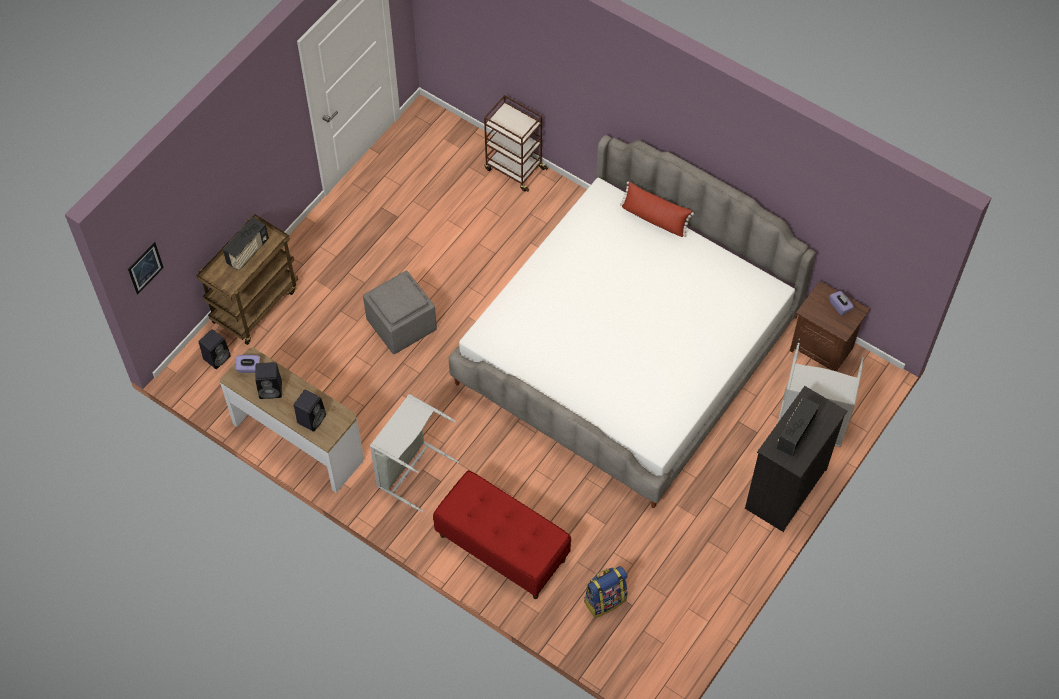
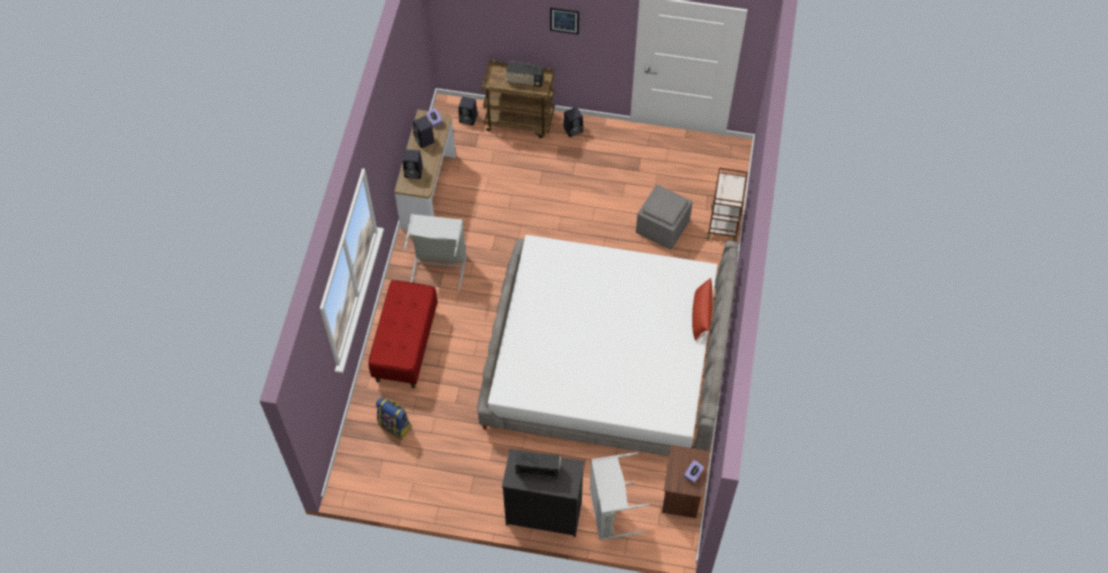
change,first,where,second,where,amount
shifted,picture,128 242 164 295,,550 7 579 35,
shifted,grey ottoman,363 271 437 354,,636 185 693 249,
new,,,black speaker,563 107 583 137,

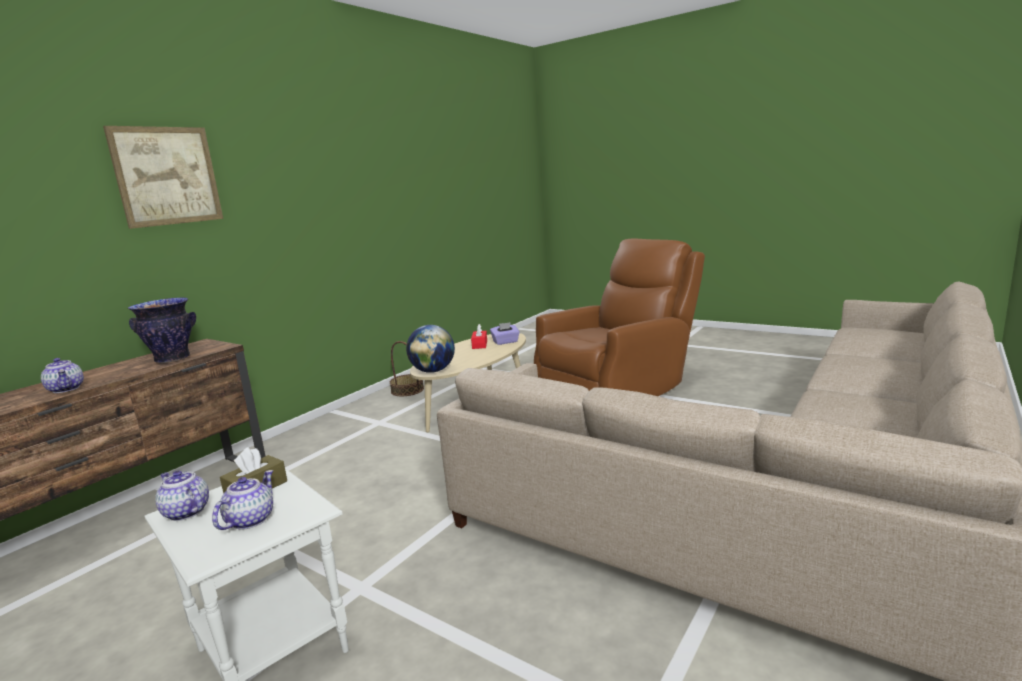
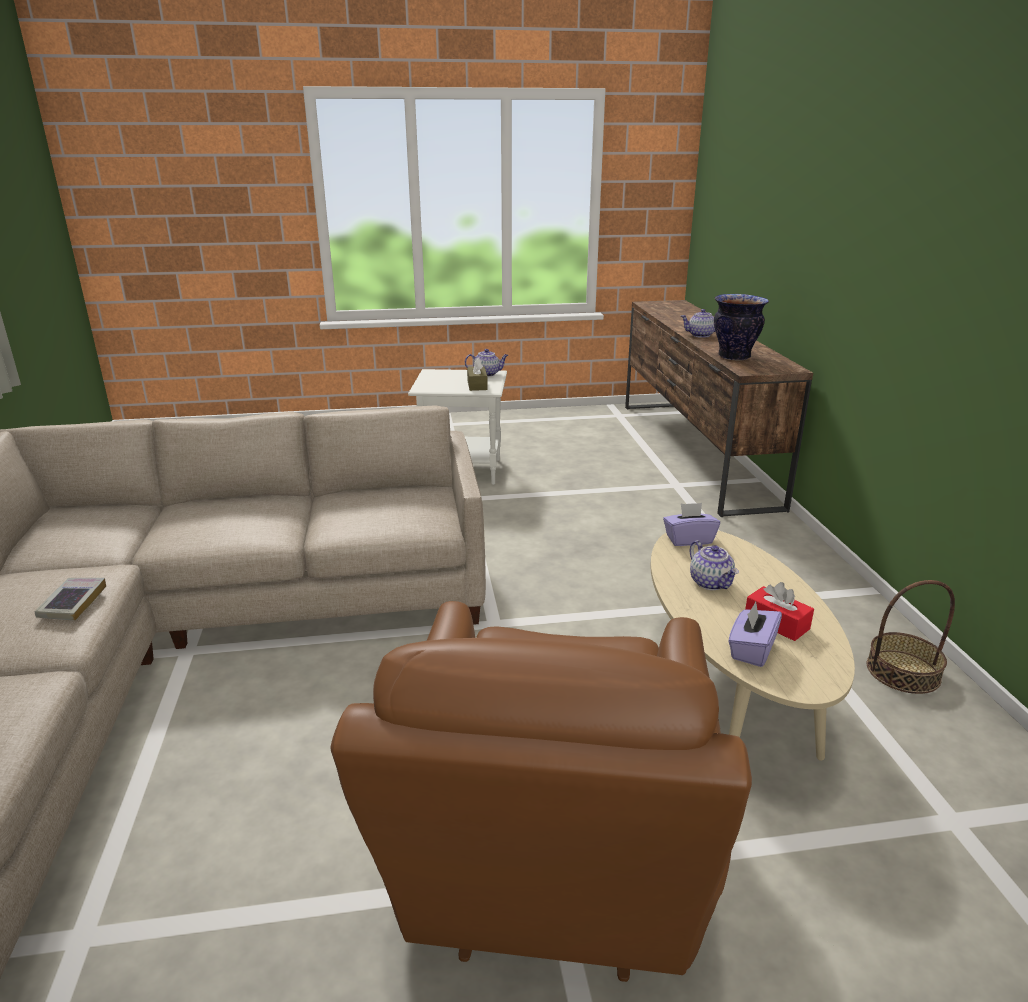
change,first,where,second,where,amount
gone,picture,103 126 223 229,,,
swapped,globe,406 325 455 373,purple tissue box,663 503 720 546,
shifted,teapot,212 470 274 530,,690 540 739 590,
new,,,book,35 578 106 621,

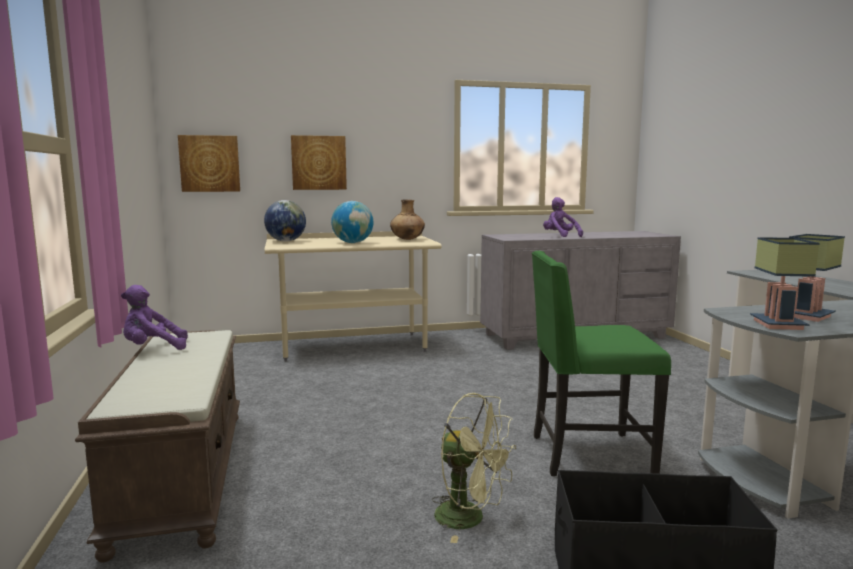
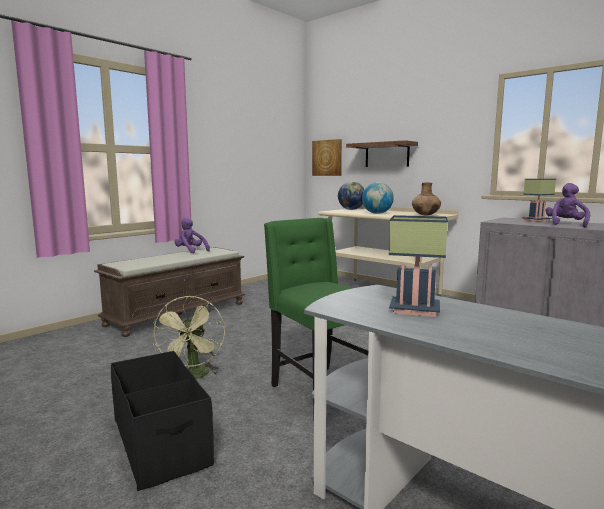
change,first,where,second,where,amount
swapped,picture,291 135 347 190,shelf,346 140 418 167,
shifted,table lamp,750 237 819 330,,522 179 556 222,

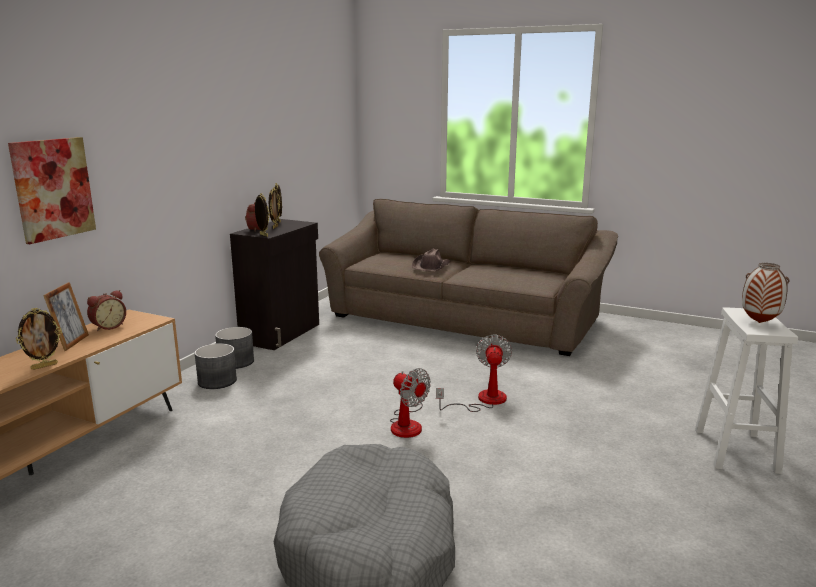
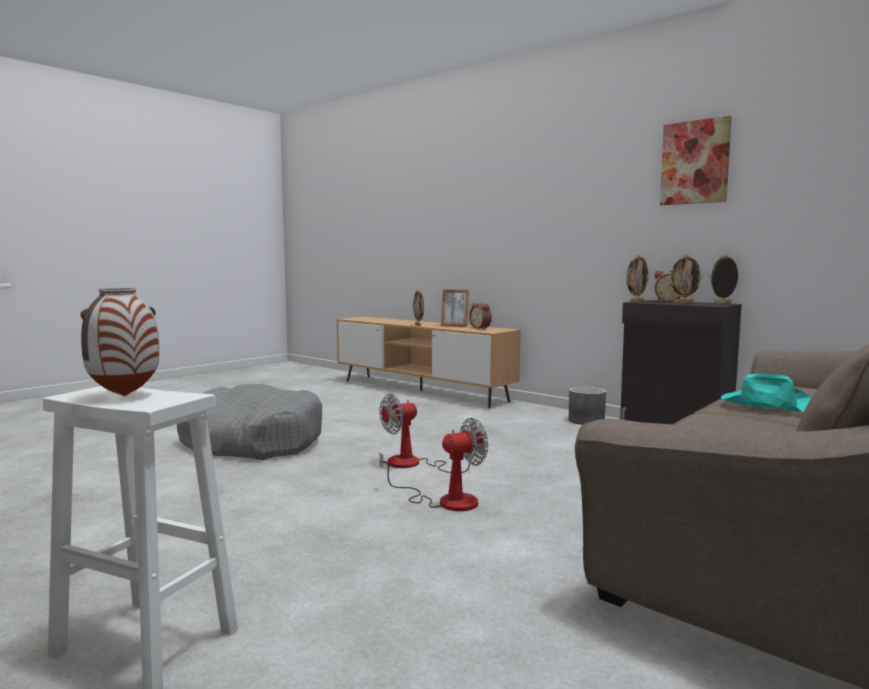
change,first,where,second,where,amount
shifted,picture,8 137 96 244,,660 116 732 205,
repainted,brown hat,412 248 451 271,turquoise hat,721 374 811 412,
rotated,fan,436 335 512 412,,380 417 488 511,45 degrees counterclockwise
gone,grey planter,195 343 237 389,,,

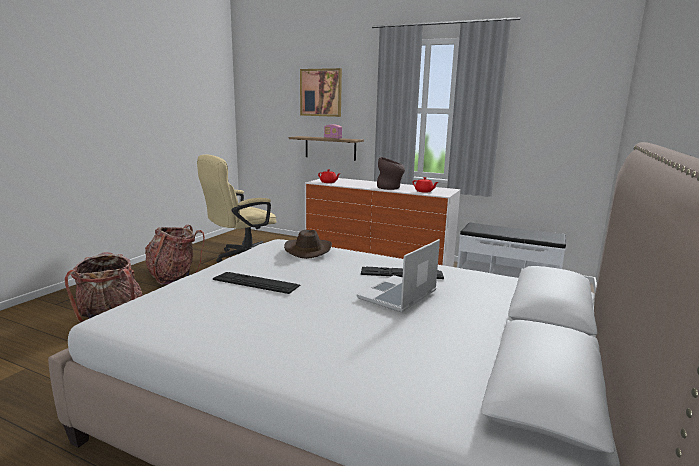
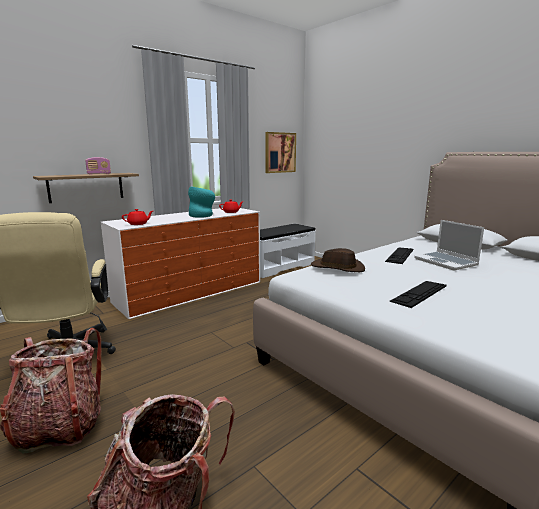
change,first,where,second,where,amount
shifted,picture,300 68 342 117,,265 132 296 173,
repainted,brown vase,377 157 405 190,turquoise vase,188 187 215 218,

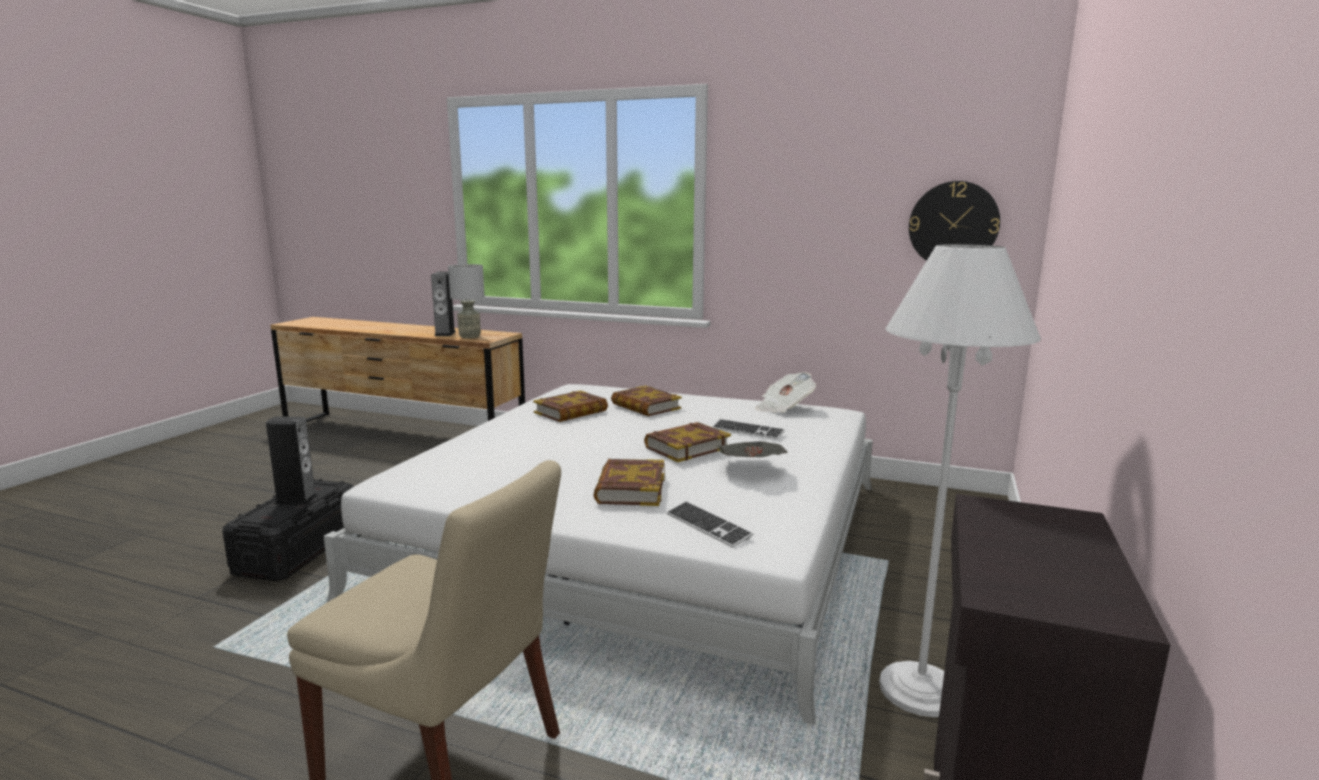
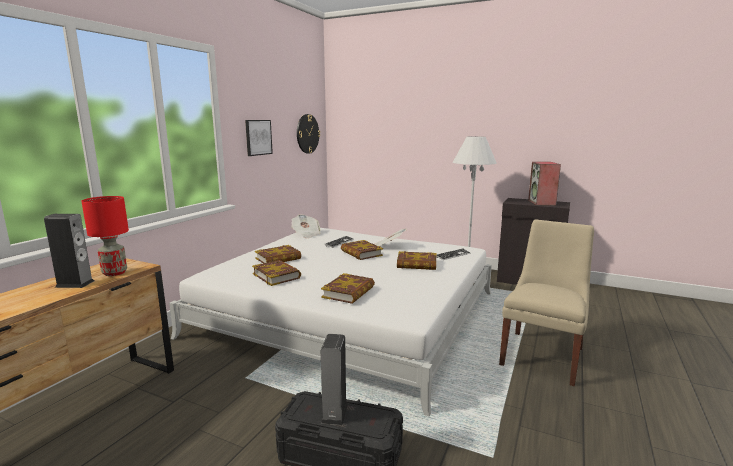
change,first,where,second,where,amount
repainted,grey table lamp,448 264 485 339,red table lamp,81 196 129 276,
new,,,picture,245 120 273 156,
new,,,speaker,528 162 561 205,
new,,,book,321 273 375 304,

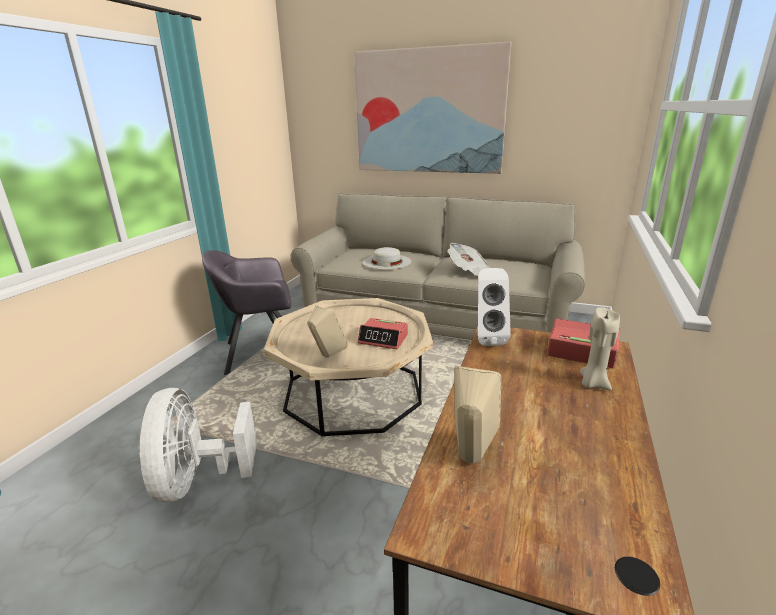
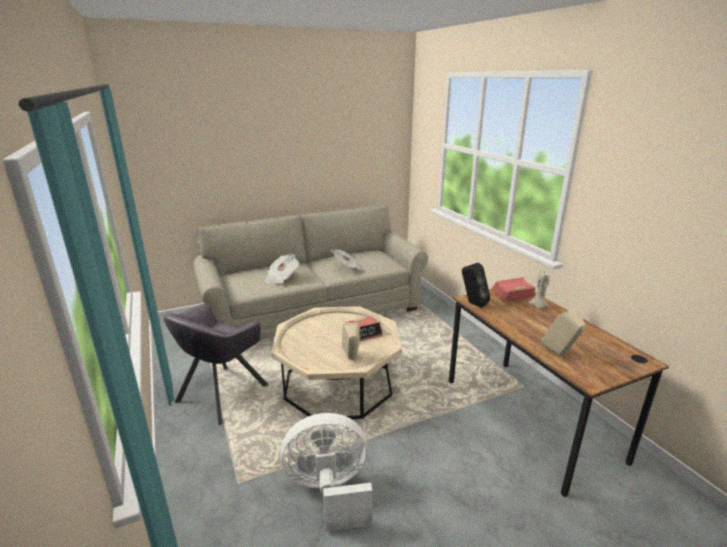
change,first,where,second,where,amount
gone,picture,354 41 511 174,,,
swapped,white hat,363 247 411 270,newspaper,264 254 299 283,
repainted,white speaker,478 268 511 346,black speaker,462 263 490 308,
rotated,white fan,139 388 257 502,,280 413 373 532,135 degrees clockwise

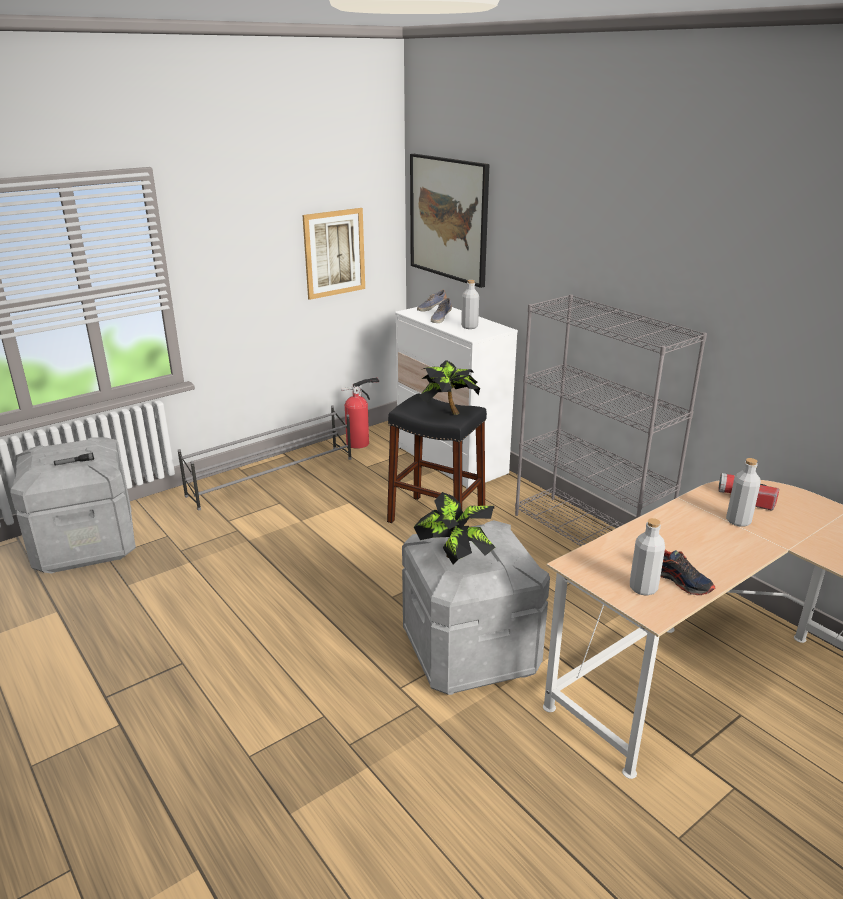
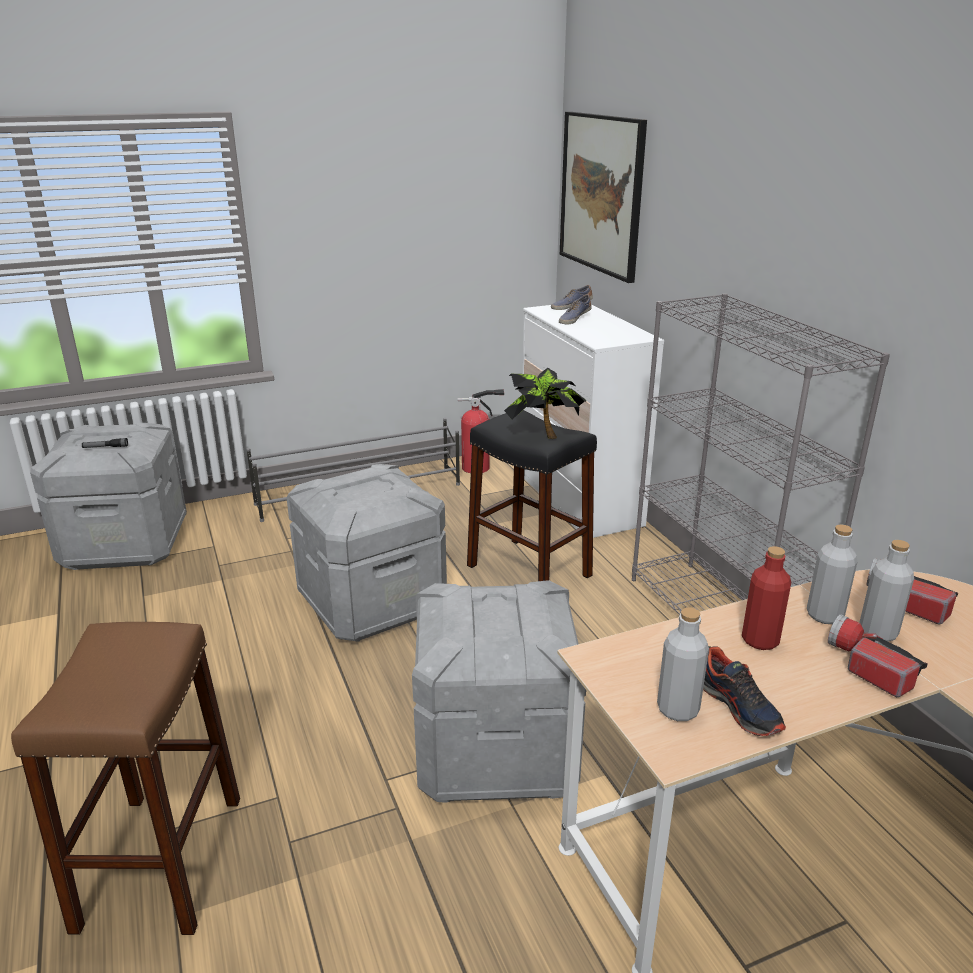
change,first,where,second,where,amount
gone,picture,302 208 365 300,,,
shifted,grey bottle,461 280 479 329,,807 525 858 624,
gone,potted plant,414 492 495 565,,,
new,,,grey storage box,287 464 447 642,
new,,,red bottle,742 546 791 650,
new,,,flashlight,828 615 928 697,
new,,,brown stool,11 622 240 935,

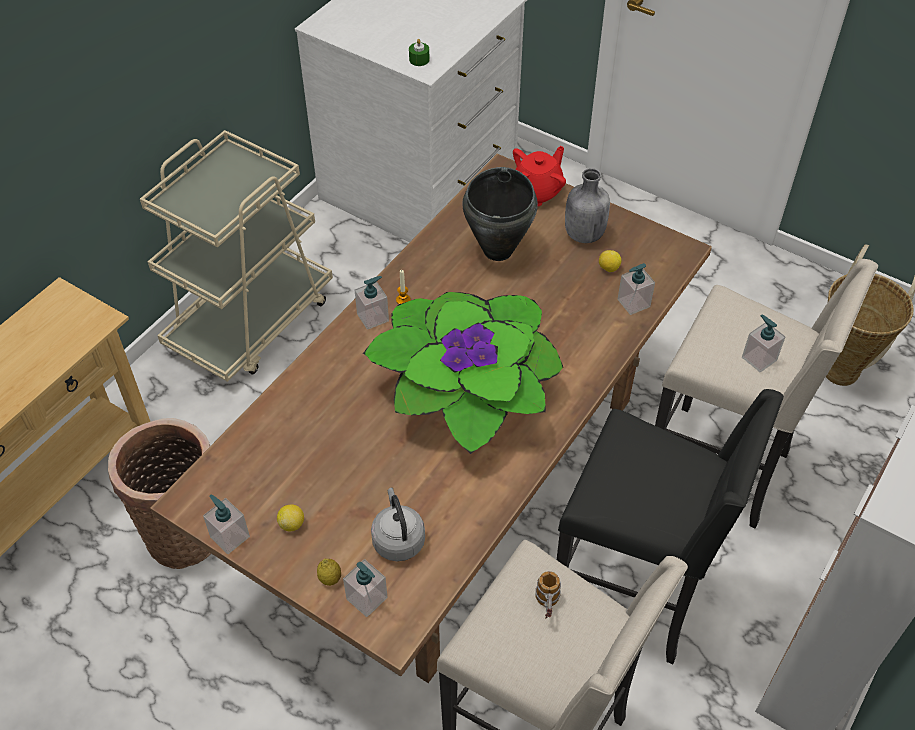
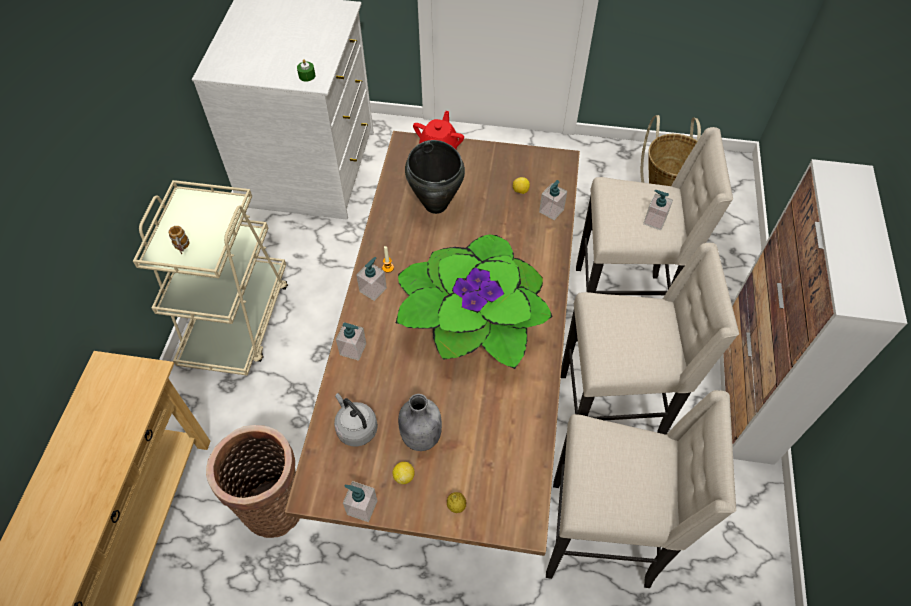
change,first,where,second,where,amount
shifted,grey bottle,565 168 610 243,,398 394 442 451,
repainted,black stool,557 389 784 664,beige stool,561 243 739 434,
shifted,grey kettle,371 488 425 561,,334 393 378 447,
shifted,soap dispenser,343 559 388 617,,336 322 366 361,
shifted,mug,535 571 561 619,,168 226 190 254,

